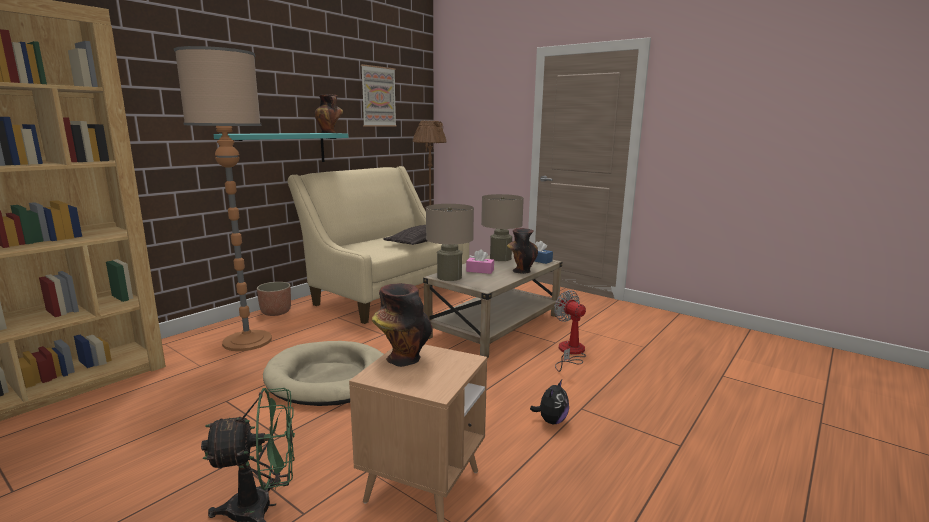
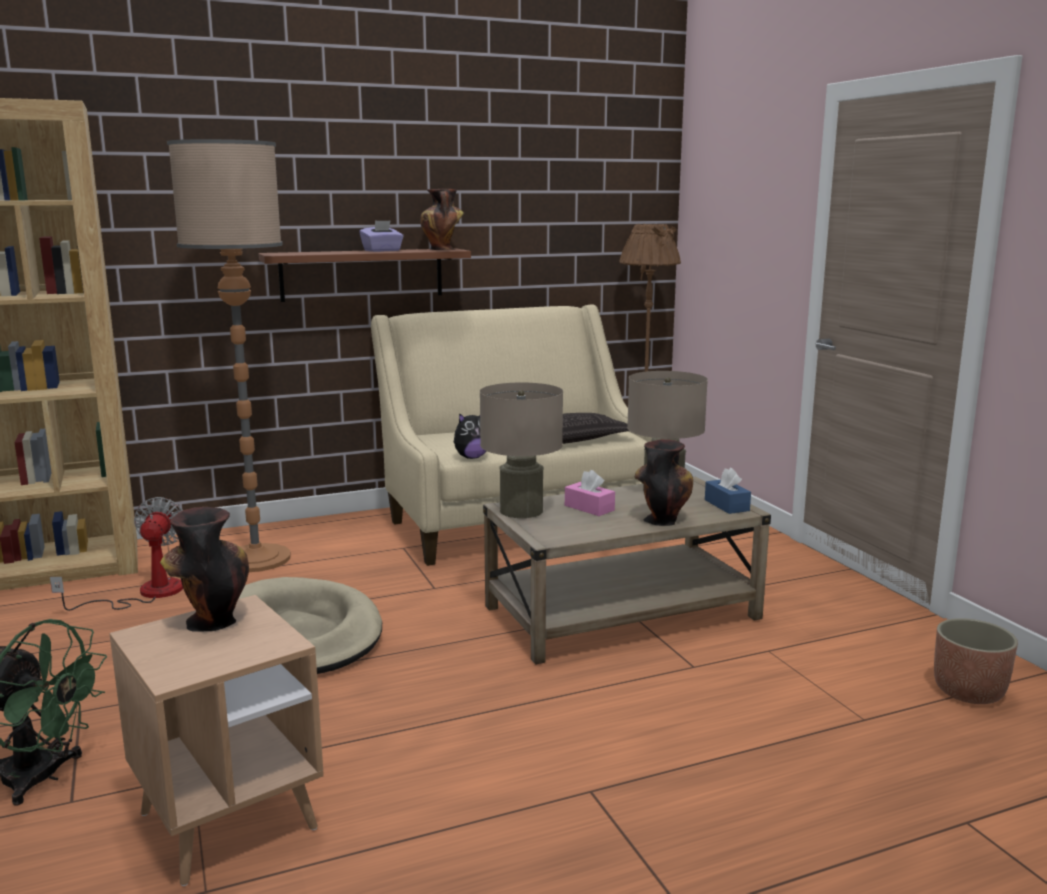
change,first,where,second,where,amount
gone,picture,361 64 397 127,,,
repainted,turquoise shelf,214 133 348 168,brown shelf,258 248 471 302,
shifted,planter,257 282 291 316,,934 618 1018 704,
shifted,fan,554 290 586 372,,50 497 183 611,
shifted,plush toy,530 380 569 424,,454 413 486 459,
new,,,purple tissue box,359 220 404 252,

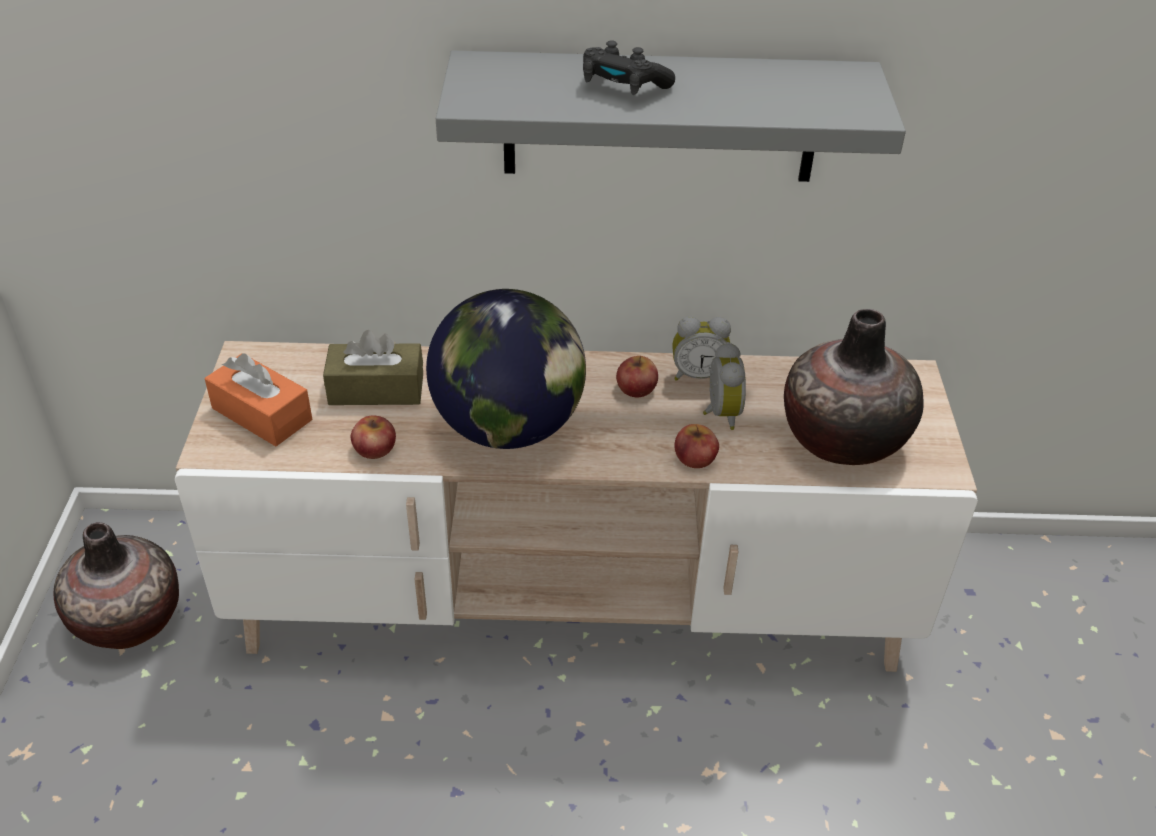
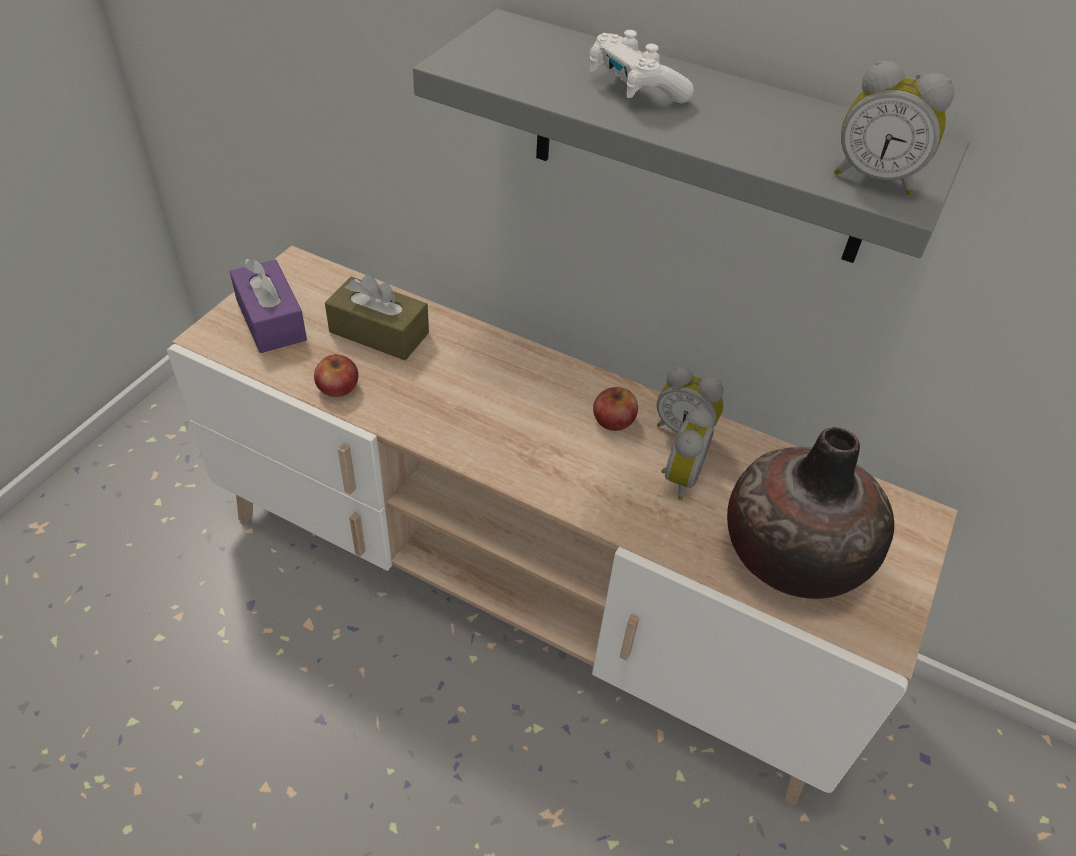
change,first,where,second,where,amount
repainted,black game controller,583 40 675 95,white game controller,590 30 694 103,
gone,globe,426 289 586 449,,,
repainted,orange tissue box,205 353 312 446,purple tissue box,229 258 307 353,
gone,apple,674 424 719 468,,,
gone,vase,54 522 179 649,,,
new,,,alarm clock,834 61 954 195,

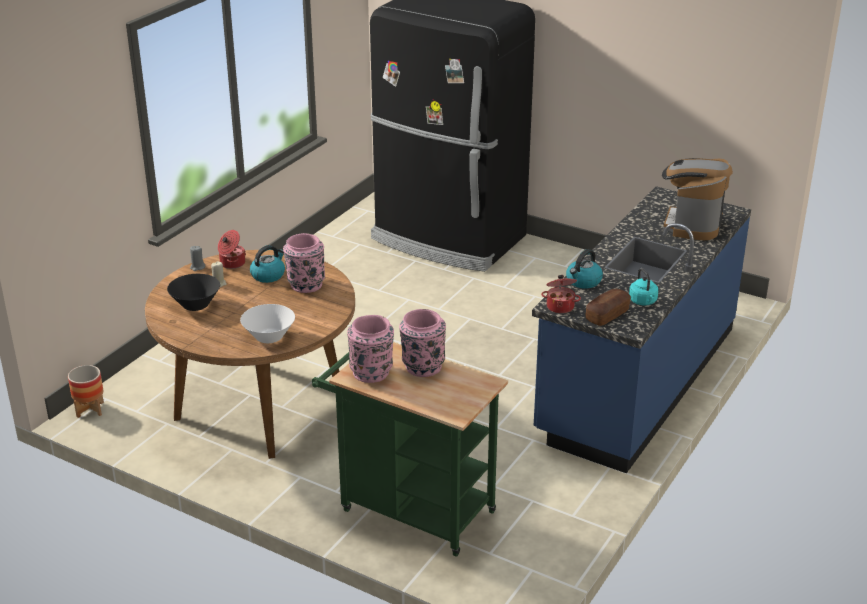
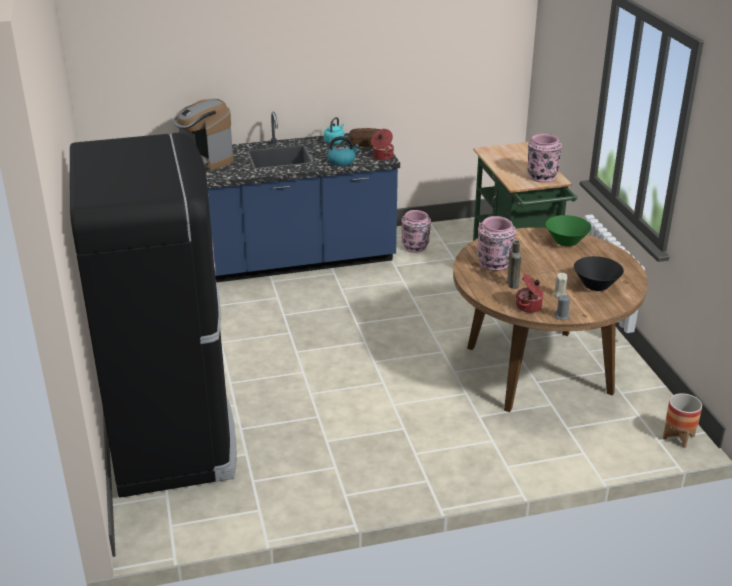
change,first,where,second,where,amount
rotated,coffee machine,662 158 733 240,,173 99 234 171,75 degrees clockwise
swapped,kettle,250 245 285 283,brown bottle,507 241 521 289,
repainted,white bowl,240 304 295 343,green bowl,546 215 592 247,
shifted,pink vase,399 309 446 377,,402 210 431 253,

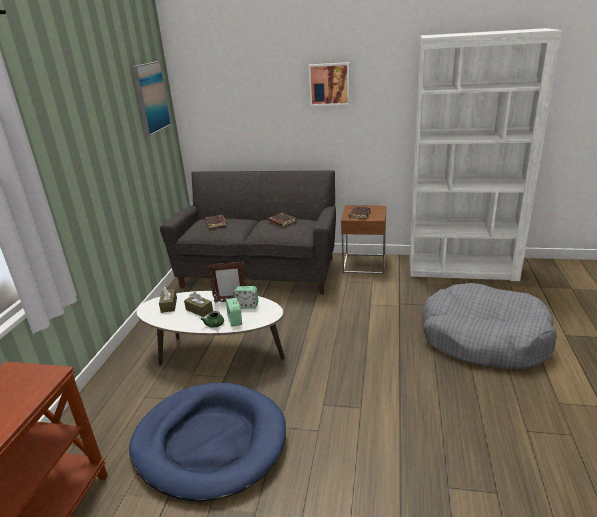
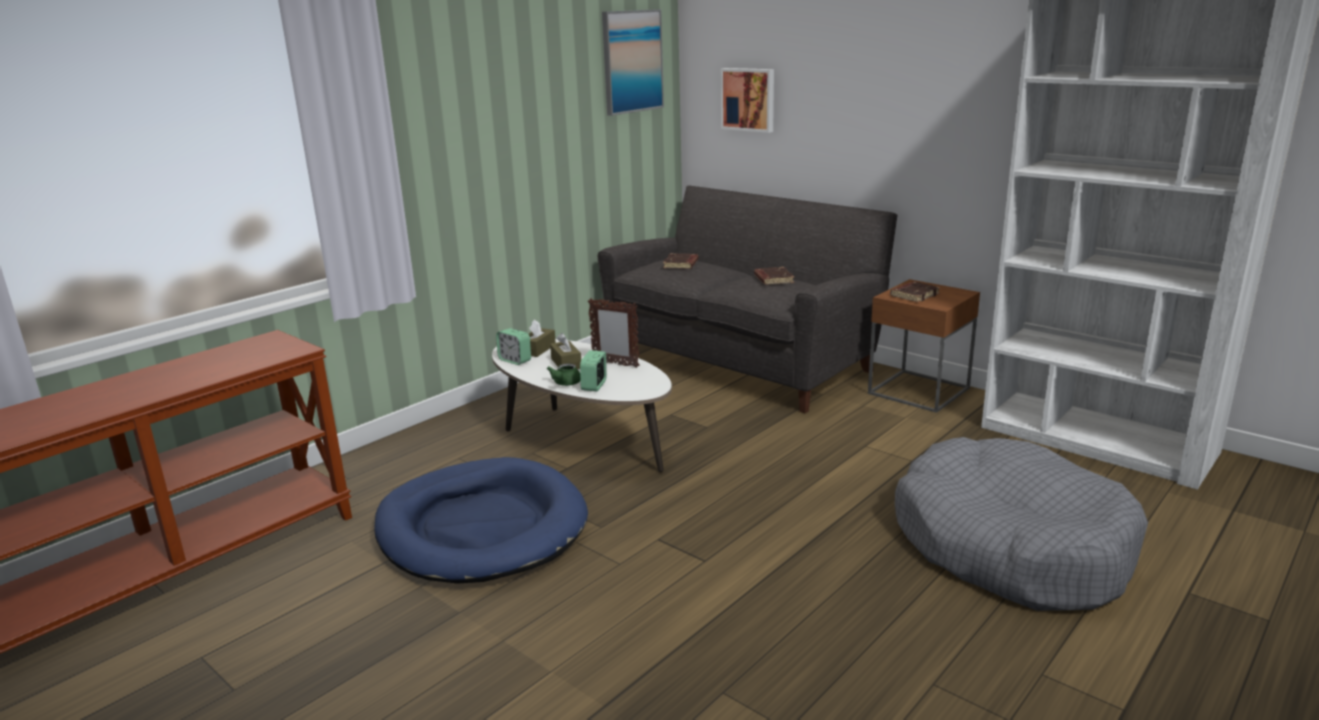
change,first,where,second,where,amount
shifted,picture,309 62 350 106,,720 68 774 133,
shifted,alarm clock,233 286 258 309,,496 328 531 365,

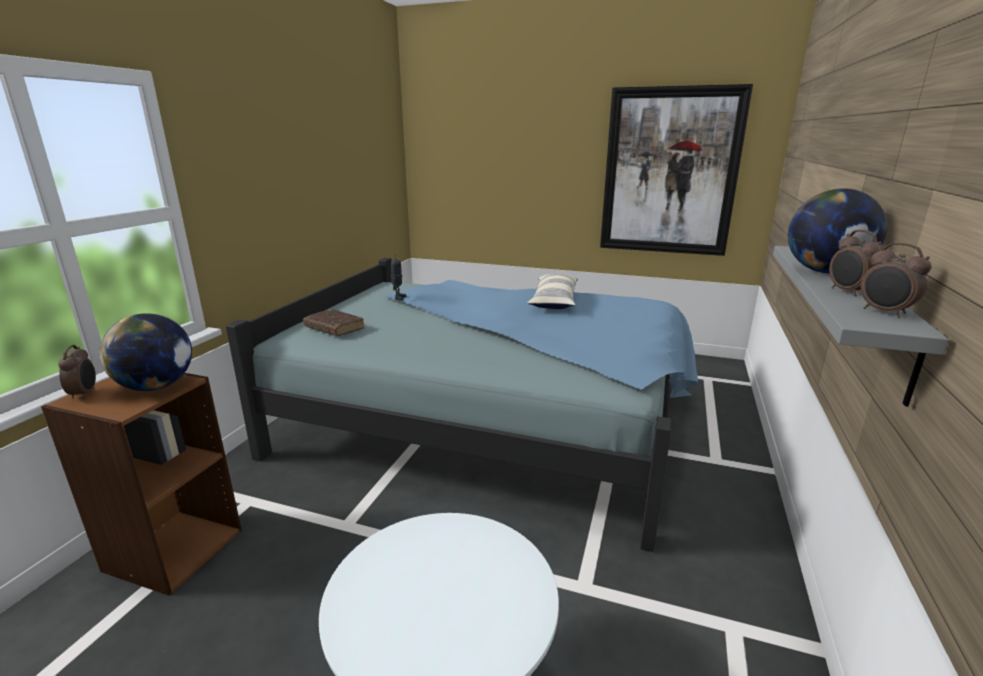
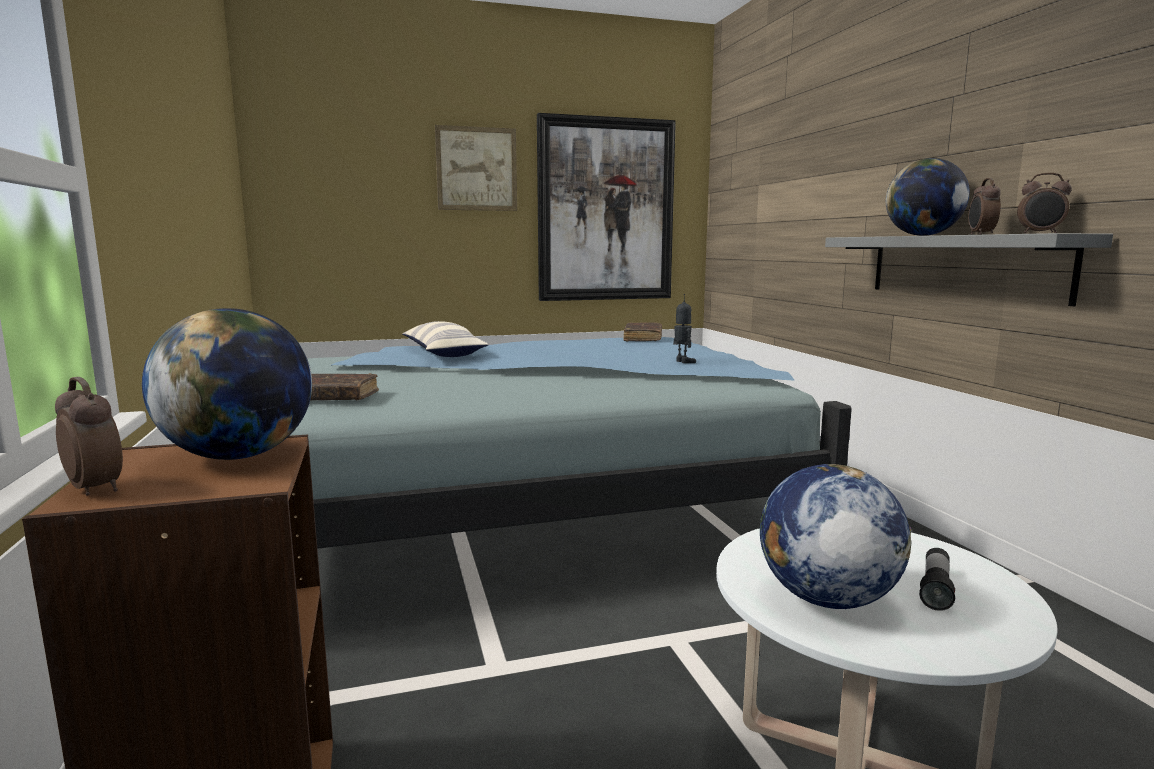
change,first,where,second,where,amount
rotated,alarm clock,829 230 884 296,,968 178 1001 234,60 degrees clockwise
shifted,toy robot,391 256 407 301,,673 294 696 363,
shifted,pillow,527 274 578 309,,402 321 489 357,
new,,,picture,435 125 517 211,
new,,,brown book,623 322 662 341,
new,,,globe,760 464 911 609,
new,,,flashlight,919 548 955 611,

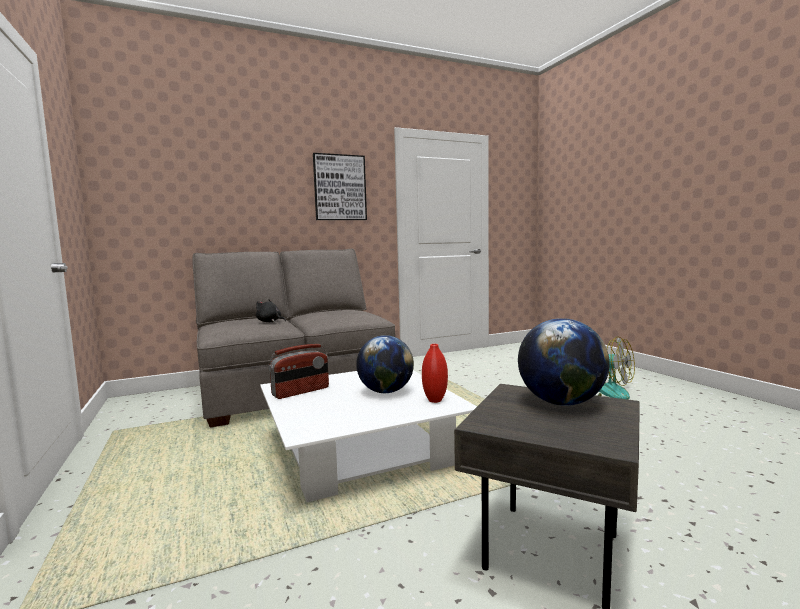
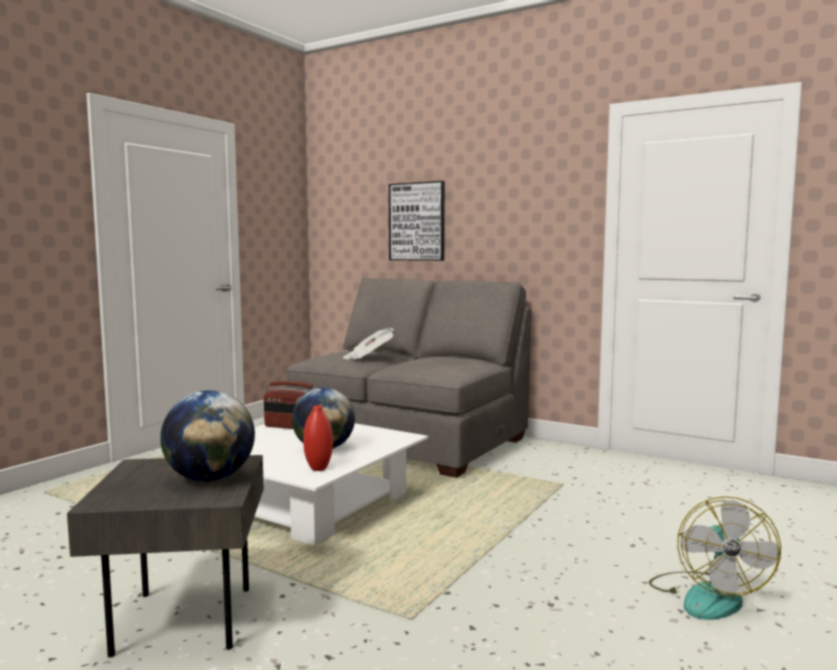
change,first,where,second,where,amount
shifted,picture,313 153 367 220,,389 181 445 261,
swapped,black plush toy,256 299 286 322,newspaper,343 328 394 359,

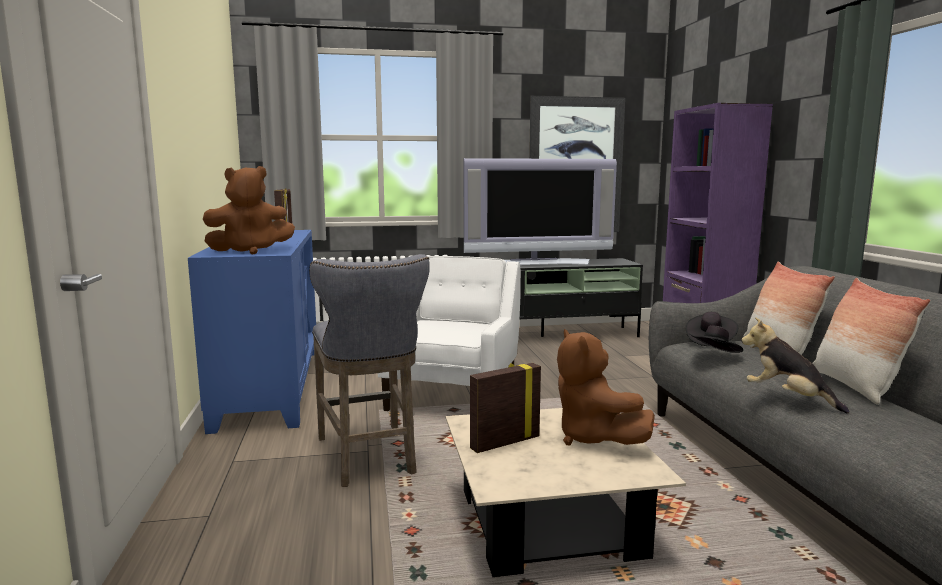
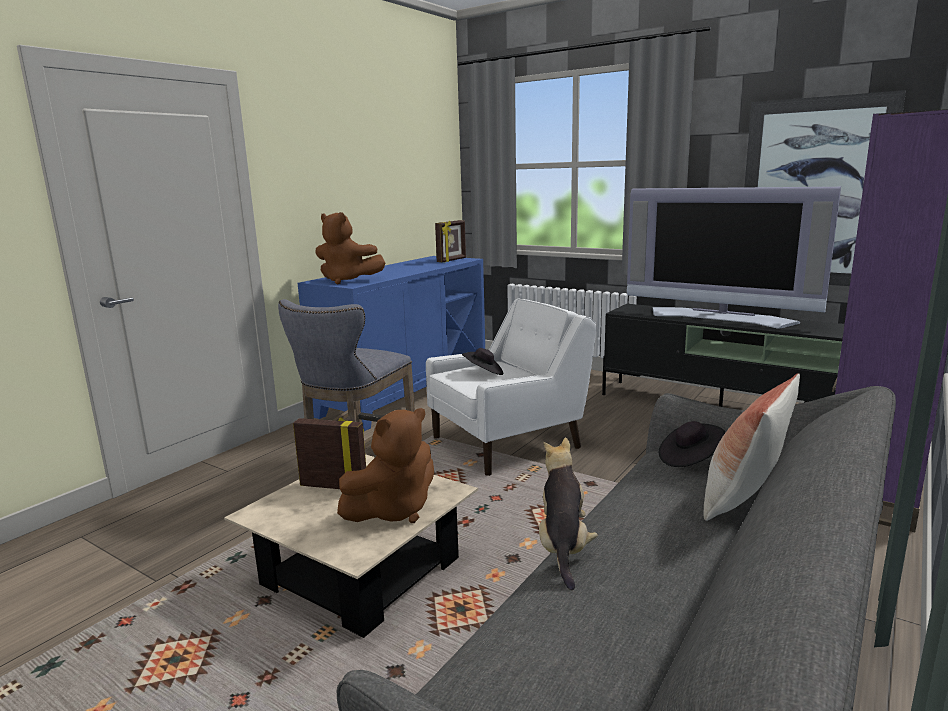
change,first,where,second,where,amount
gone,pillow,812 278 930 405,,,
shifted,black hat,688 325 743 353,,462 348 503 375,
rotated,brown plush toy,557 329 655 445,,337 408 434 523,150 degrees counterclockwise

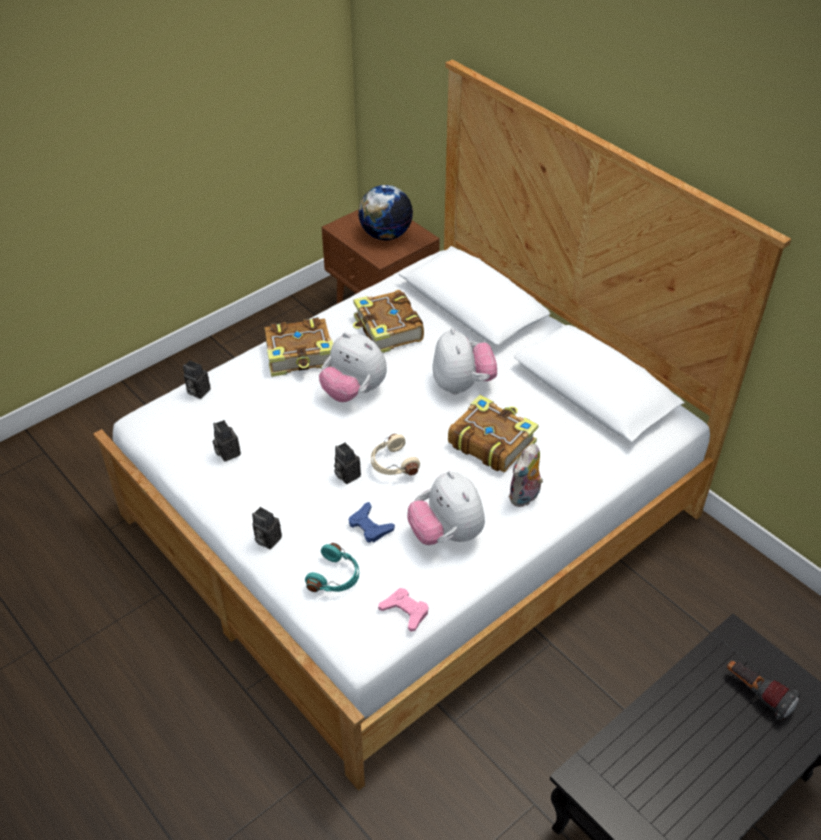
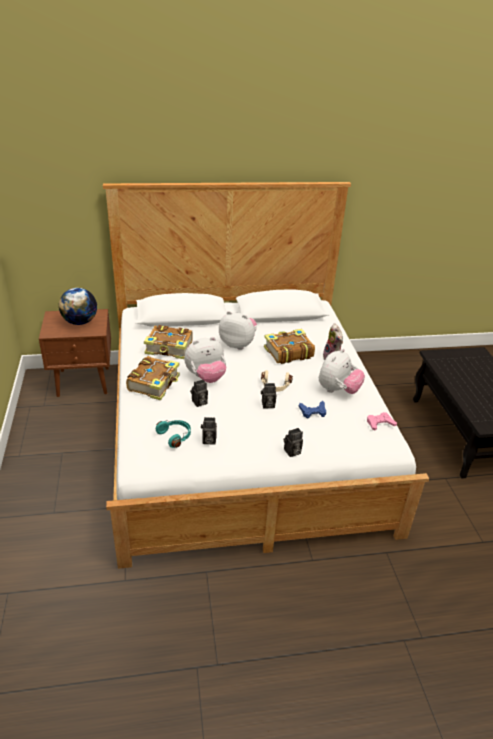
change,first,where,second,where,amount
shifted,photo camera,183 360 211 399,,190 380 208 407,
rotated,plush toy,407 471 485 545,,319 349 365 394,60 degrees counterclockwise
shifted,turquoise headphones,305 543 359 592,,156 420 191 448,
gone,flashlight,727 661 800 721,,,

